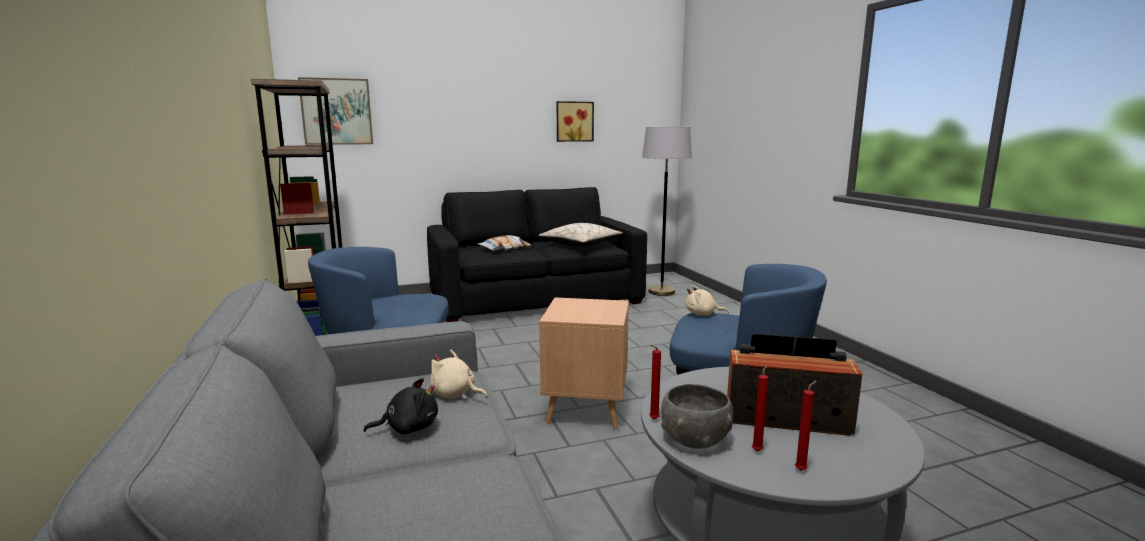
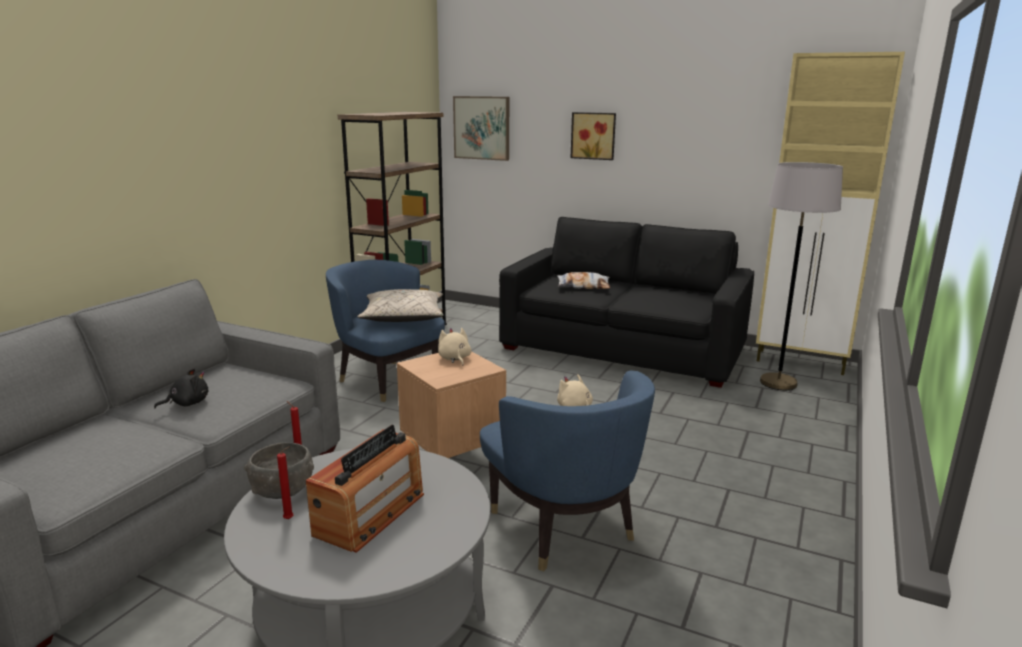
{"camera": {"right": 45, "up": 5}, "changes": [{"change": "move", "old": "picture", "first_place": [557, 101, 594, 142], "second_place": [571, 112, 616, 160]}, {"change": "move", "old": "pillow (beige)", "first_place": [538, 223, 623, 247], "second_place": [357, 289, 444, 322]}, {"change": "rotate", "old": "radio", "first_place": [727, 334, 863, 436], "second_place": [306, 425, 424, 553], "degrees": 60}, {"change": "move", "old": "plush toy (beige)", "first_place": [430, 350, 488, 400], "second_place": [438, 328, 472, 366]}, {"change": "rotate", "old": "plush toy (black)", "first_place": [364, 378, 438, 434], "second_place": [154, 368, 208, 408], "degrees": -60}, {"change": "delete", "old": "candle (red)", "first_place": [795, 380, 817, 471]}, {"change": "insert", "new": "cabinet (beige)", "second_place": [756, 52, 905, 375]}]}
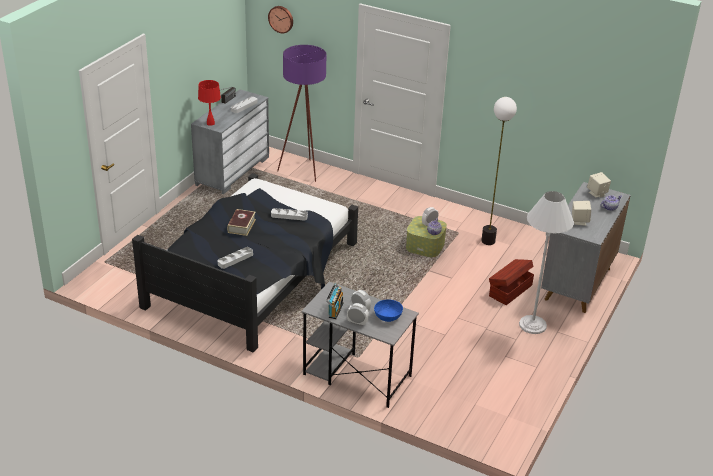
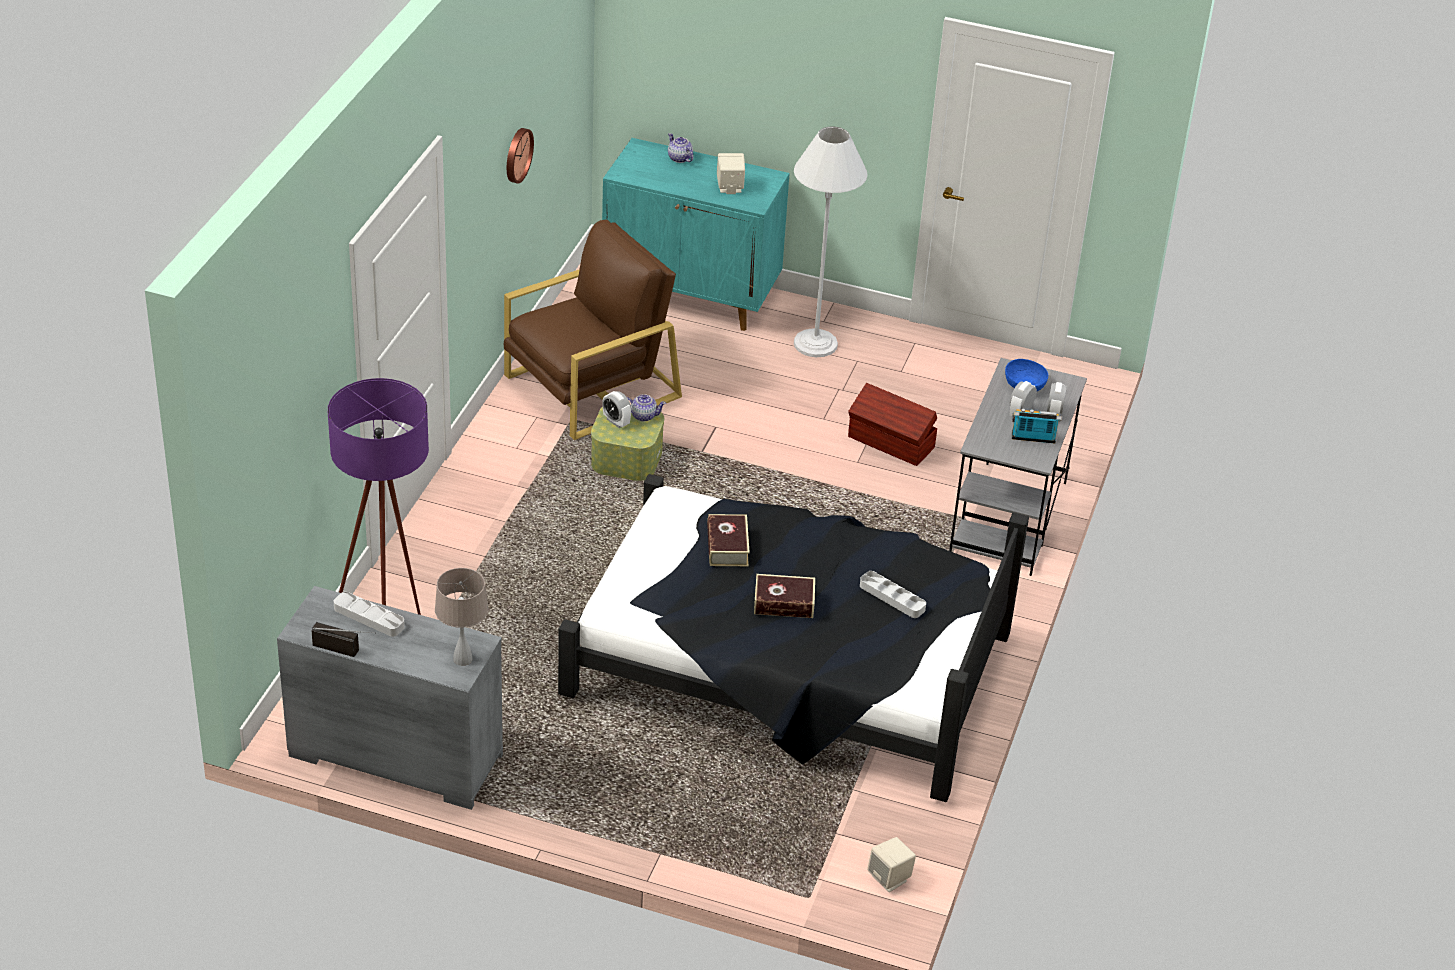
{"camera": {"right": -100, "up": 5}, "changes": [{"change": "move", "old": "wall clock", "first_place": [268, 6, 293, 33], "second_place": [507, 128, 534, 184]}, {"change": "recolor", "old": "table lamp (red)", "new": "table lamp (beige)", "first_place": [198, 80, 221, 126], "second_place": [435, 568, 488, 666]}, {"change": "replace", "old": "floor lamp", "new": "armchair (brown)", "first_place": [481, 97, 517, 245], "second_place": [504, 220, 682, 440]}, {"change": "move", "old": "speaker (beige)", "first_place": [587, 172, 611, 198], "second_place": [867, 837, 916, 892]}, {"change": "recolor", "old": "cabinet (grey)", "new": "cabinet (turquoise)", "first_place": [541, 182, 631, 313], "second_place": [602, 138, 790, 331]}, {"change": "replace", "old": "tray (grey)", "new": "book", "first_place": [271, 208, 308, 221], "second_place": [707, 514, 750, 566]}, {"change": "move", "old": "storage box (brown)", "first_place": [489, 259, 534, 305], "second_place": [848, 383, 937, 466]}]}
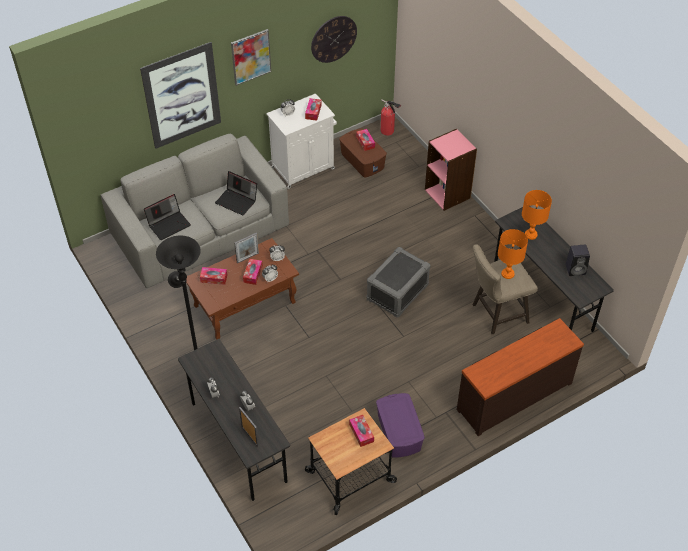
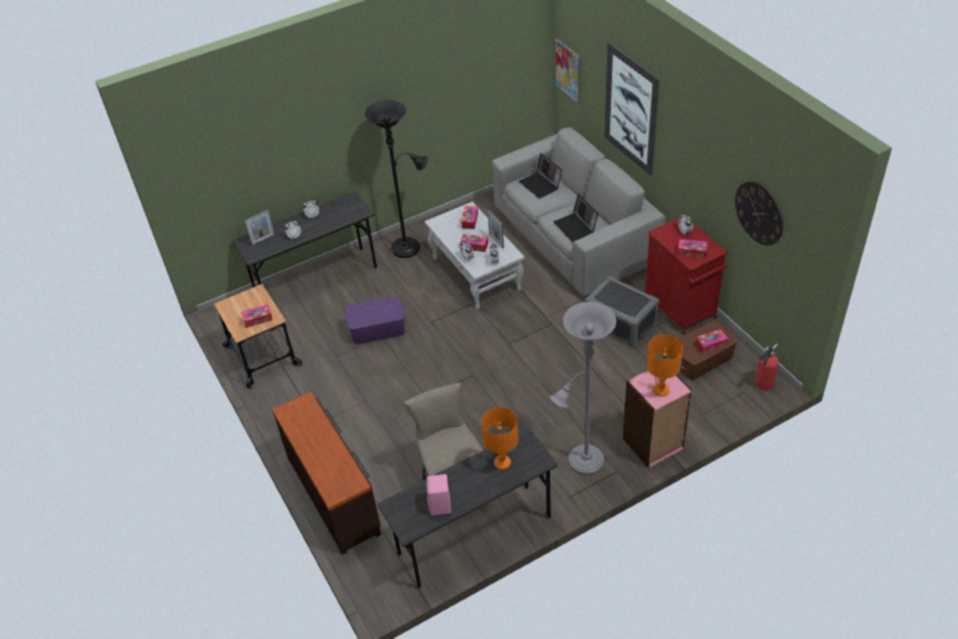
{"camera": {"right": 95, "up": -5}, "changes": [{"change": "move", "old": "picture", "first_place": [231, 29, 271, 86], "second_place": [555, 38, 581, 104]}, {"change": "recolor", "old": "cabinet (white)", "new": "cabinet (red)", "first_place": [266, 93, 337, 189], "second_place": [645, 217, 728, 334]}, {"change": "rotate", "old": "laptop", "first_place": [215, 171, 257, 215], "second_place": [553, 194, 598, 242], "degrees": -60}, {"change": "move", "old": "table lamp (orange)", "first_place": [498, 229, 528, 279], "second_place": [647, 334, 683, 397]}, {"change": "recolor", "old": "coffee table (brown)", "new": "coffee table (white)", "first_place": [186, 238, 299, 339], "second_place": [425, 202, 525, 310]}, {"change": "recolor", "old": "speaker (black)", "new": "speaker (pink)", "first_place": [565, 245, 590, 276], "second_place": [427, 474, 451, 516]}, {"change": "move", "old": "storage box (grey)", "first_place": [367, 247, 431, 317], "second_place": [585, 276, 659, 348]}, {"change": "move", "old": "storage box (purple)", "first_place": [376, 393, 425, 458], "second_place": [345, 296, 405, 345]}, {"change": "insert", "new": "floor lamp (grey)", "second_place": [550, 302, 616, 475]}]}
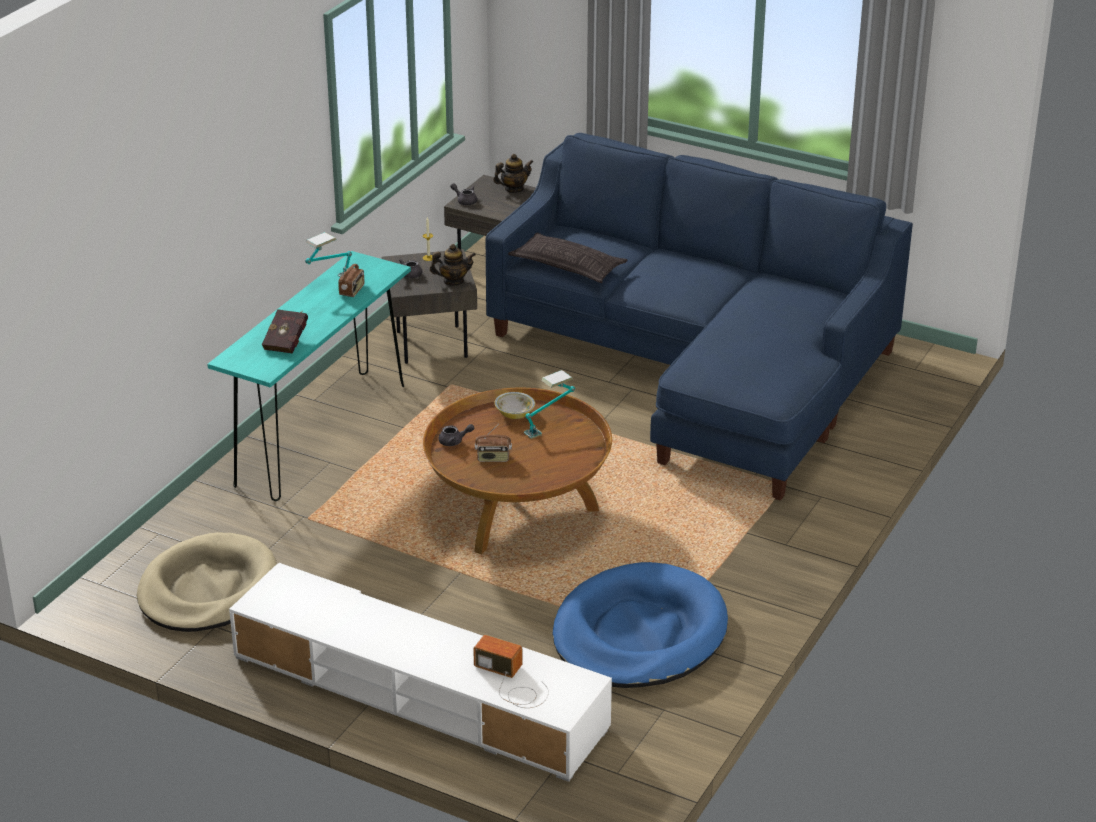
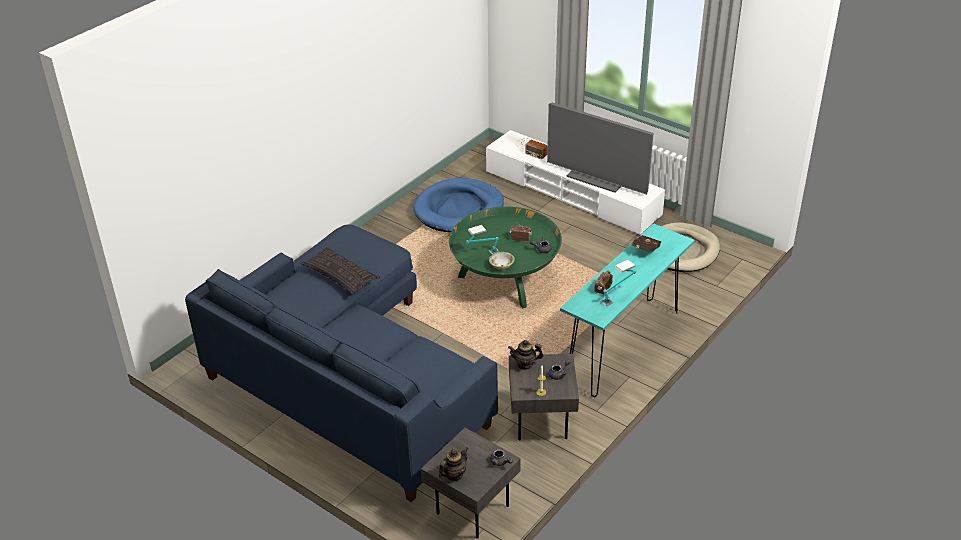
{"camera": {"right": -170, "up": 5}, "changes": [{"change": "rotate", "old": "teapot", "first_place": [493, 154, 533, 193], "second_place": [439, 447, 469, 481], "degrees": 150}, {"change": "move", "old": "pillow", "first_place": [508, 232, 627, 283], "second_place": [301, 246, 380, 295]}, {"change": "recolor", "old": "coffee table (brown)", "new": "coffee table (green)", "first_place": [422, 388, 612, 554], "second_place": [449, 207, 562, 309]}, {"change": "insert", "new": "television", "second_place": [547, 103, 653, 195]}]}
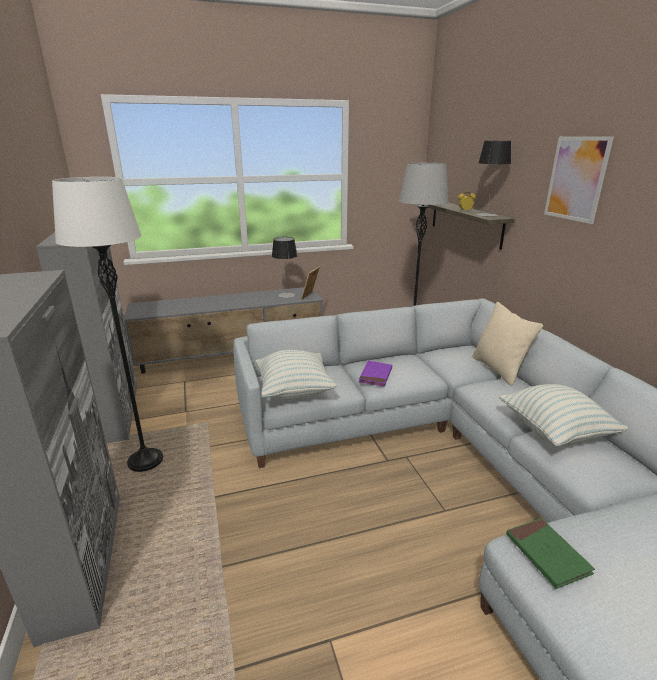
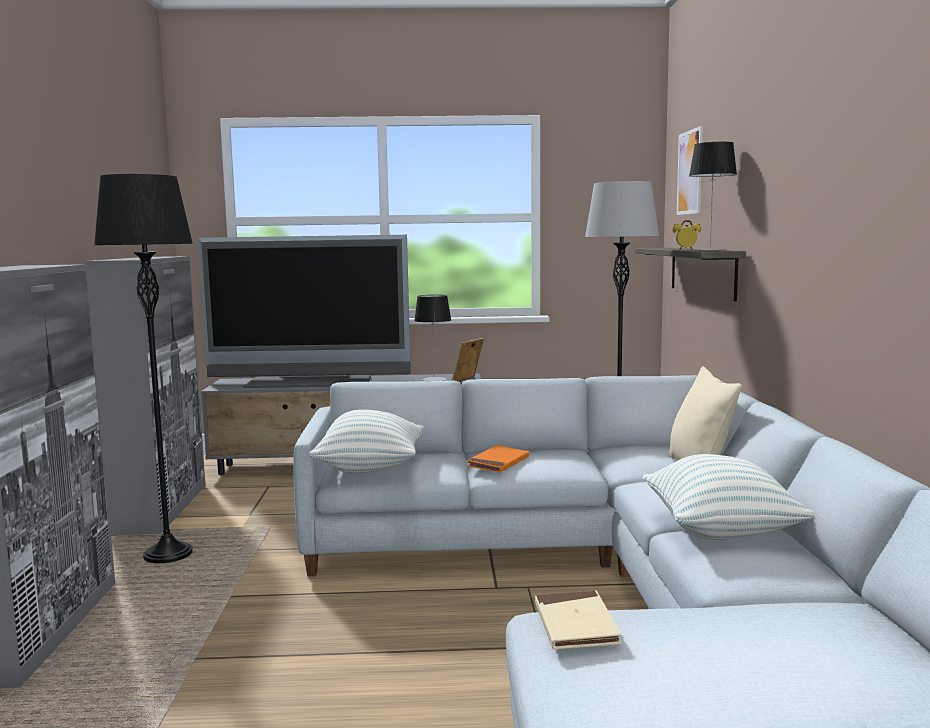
{"camera": {"right": 15, "up": -15}, "changes": [{"change": "move", "old": "picture", "first_place": [544, 136, 614, 224], "second_place": [677, 126, 703, 215]}, {"change": "recolor", "old": "floor lamp (white)", "new": "floor lamp (black)", "first_place": [52, 177, 163, 472], "second_place": [94, 174, 193, 563]}, {"change": "recolor", "old": "book (purple)", "new": "book (orange)", "first_place": [359, 361, 392, 387], "second_place": [467, 445, 530, 473]}, {"change": "recolor", "old": "book (green)", "new": "book (beige)", "first_place": [506, 518, 595, 589], "second_place": [535, 590, 622, 650]}, {"change": "insert", "new": "television", "second_place": [198, 235, 411, 388]}]}
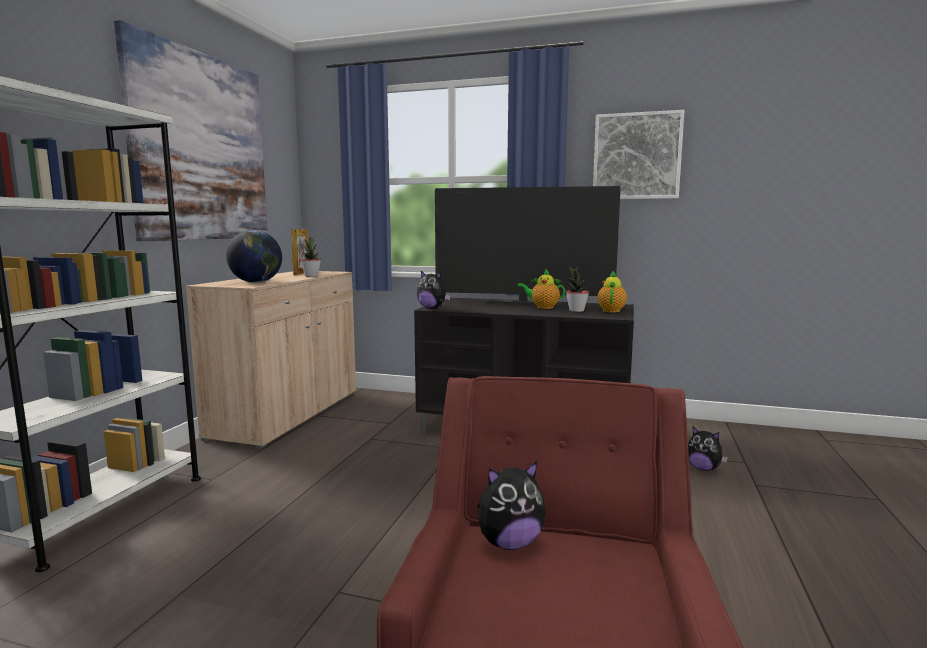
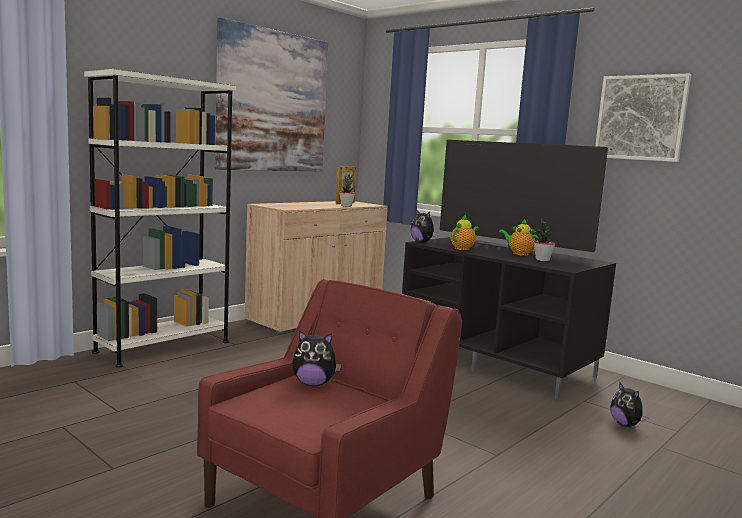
{"camera": {"right": 25, "up": 0}, "changes": [{"change": "delete", "old": "globe", "first_place": [226, 230, 282, 283]}, {"change": "move", "old": "teapot", "first_place": [597, 270, 627, 312], "second_place": [451, 214, 479, 250]}]}
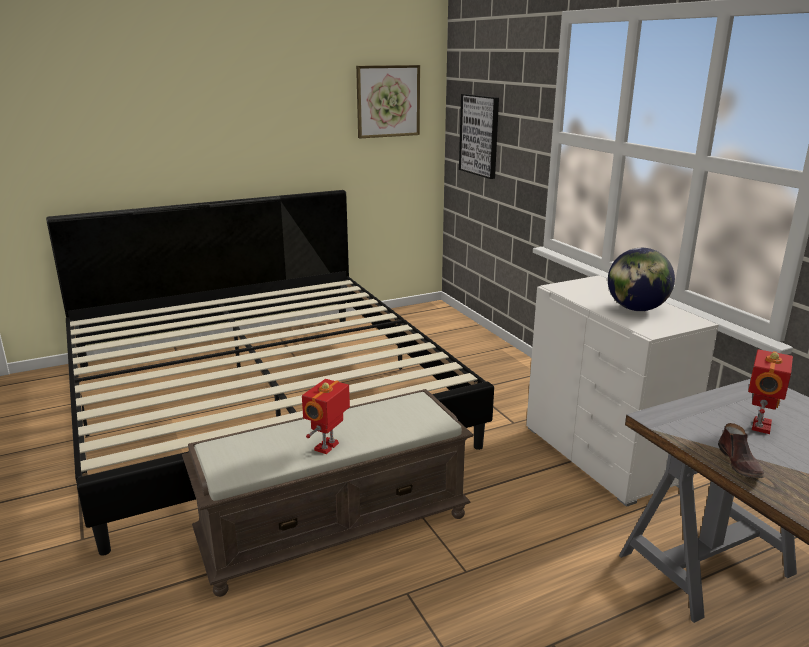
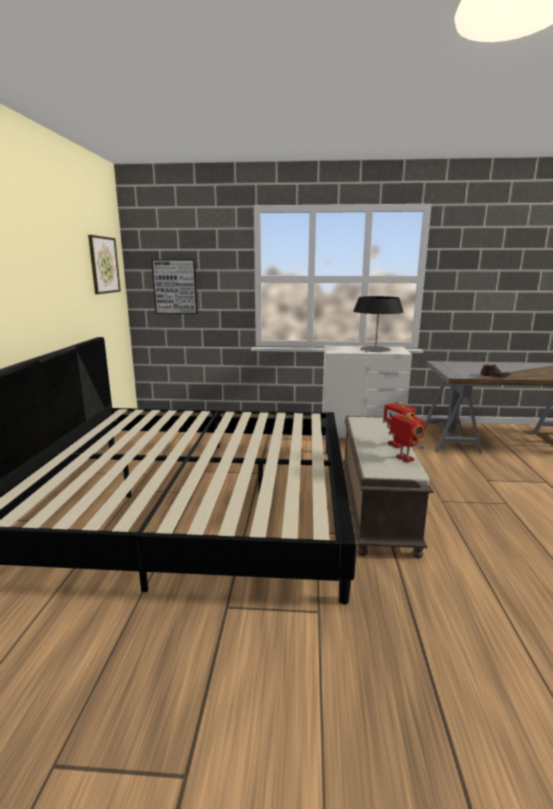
{"camera": {"right": -60, "up": -5}, "changes": [{"change": "replace", "old": "globe", "new": "table lamp", "first_place": [608, 248, 675, 311], "second_place": [353, 296, 403, 352]}, {"change": "move", "old": "toy robot", "first_place": [748, 349, 793, 434], "second_place": [389, 413, 425, 463]}]}
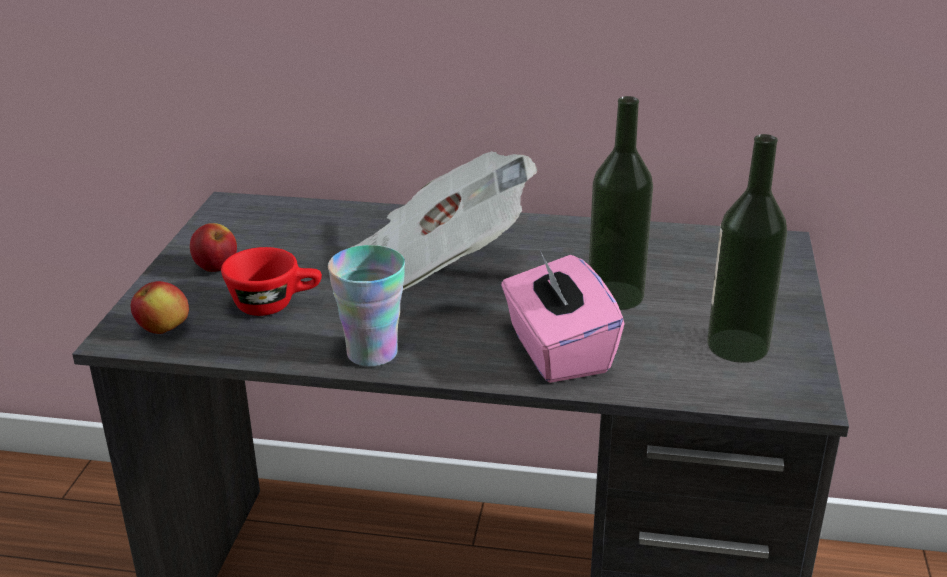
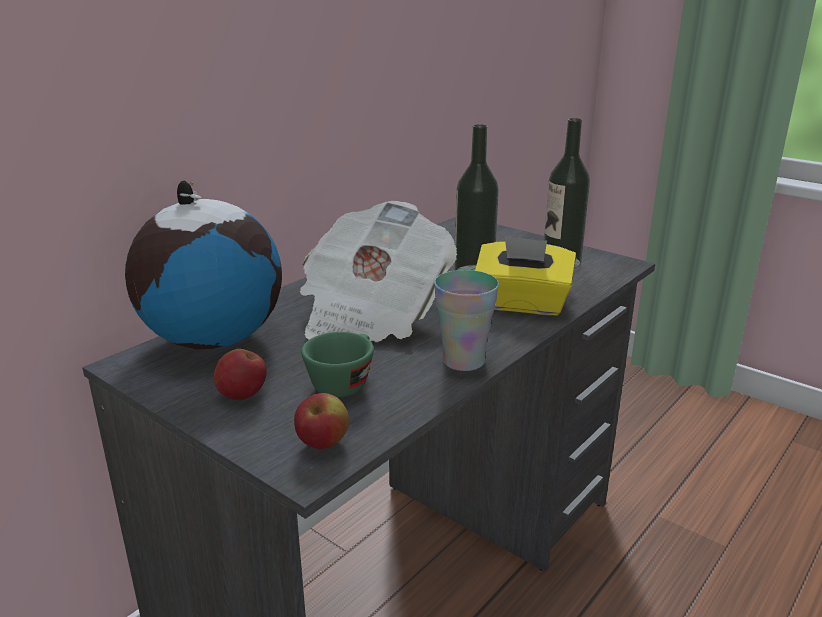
{"camera": {"right": -60, "up": -5}, "changes": [{"change": "recolor", "old": "cup (red)", "new": "cup (green)", "first_place": [221, 247, 322, 316], "second_place": [301, 332, 374, 397]}, {"change": "recolor", "old": "tissue box (pink)", "new": "tissue box (yellow)", "first_place": [501, 251, 624, 383], "second_place": [475, 236, 576, 315]}, {"change": "insert", "new": "globe", "second_place": [125, 181, 282, 350]}]}
